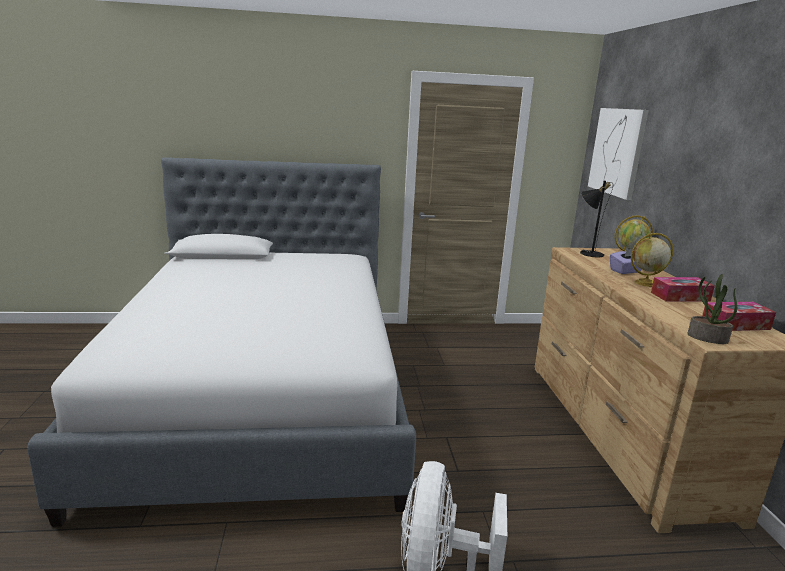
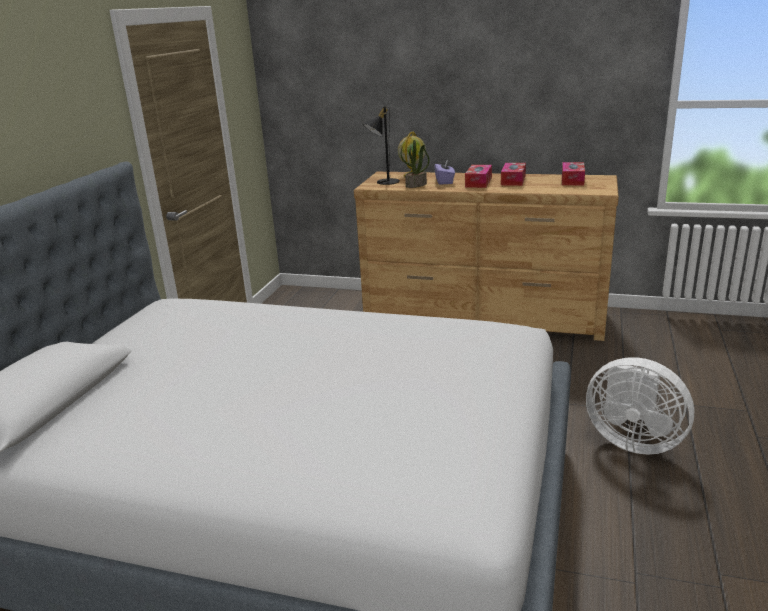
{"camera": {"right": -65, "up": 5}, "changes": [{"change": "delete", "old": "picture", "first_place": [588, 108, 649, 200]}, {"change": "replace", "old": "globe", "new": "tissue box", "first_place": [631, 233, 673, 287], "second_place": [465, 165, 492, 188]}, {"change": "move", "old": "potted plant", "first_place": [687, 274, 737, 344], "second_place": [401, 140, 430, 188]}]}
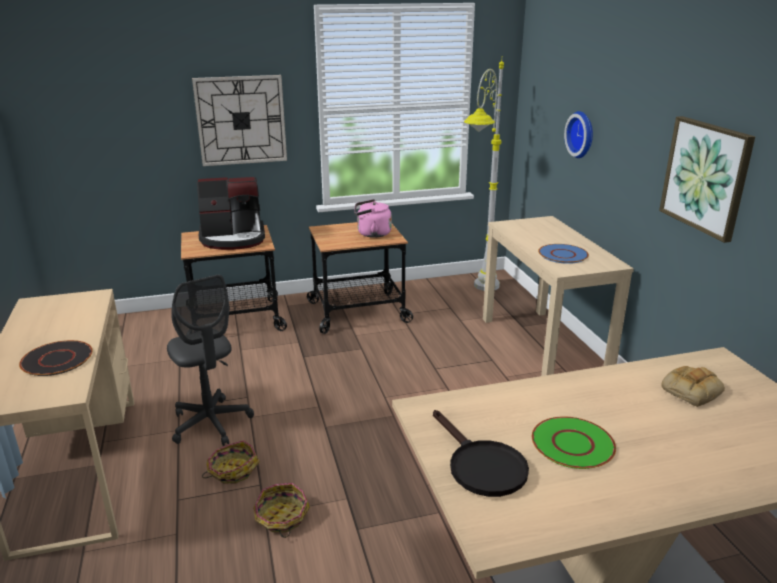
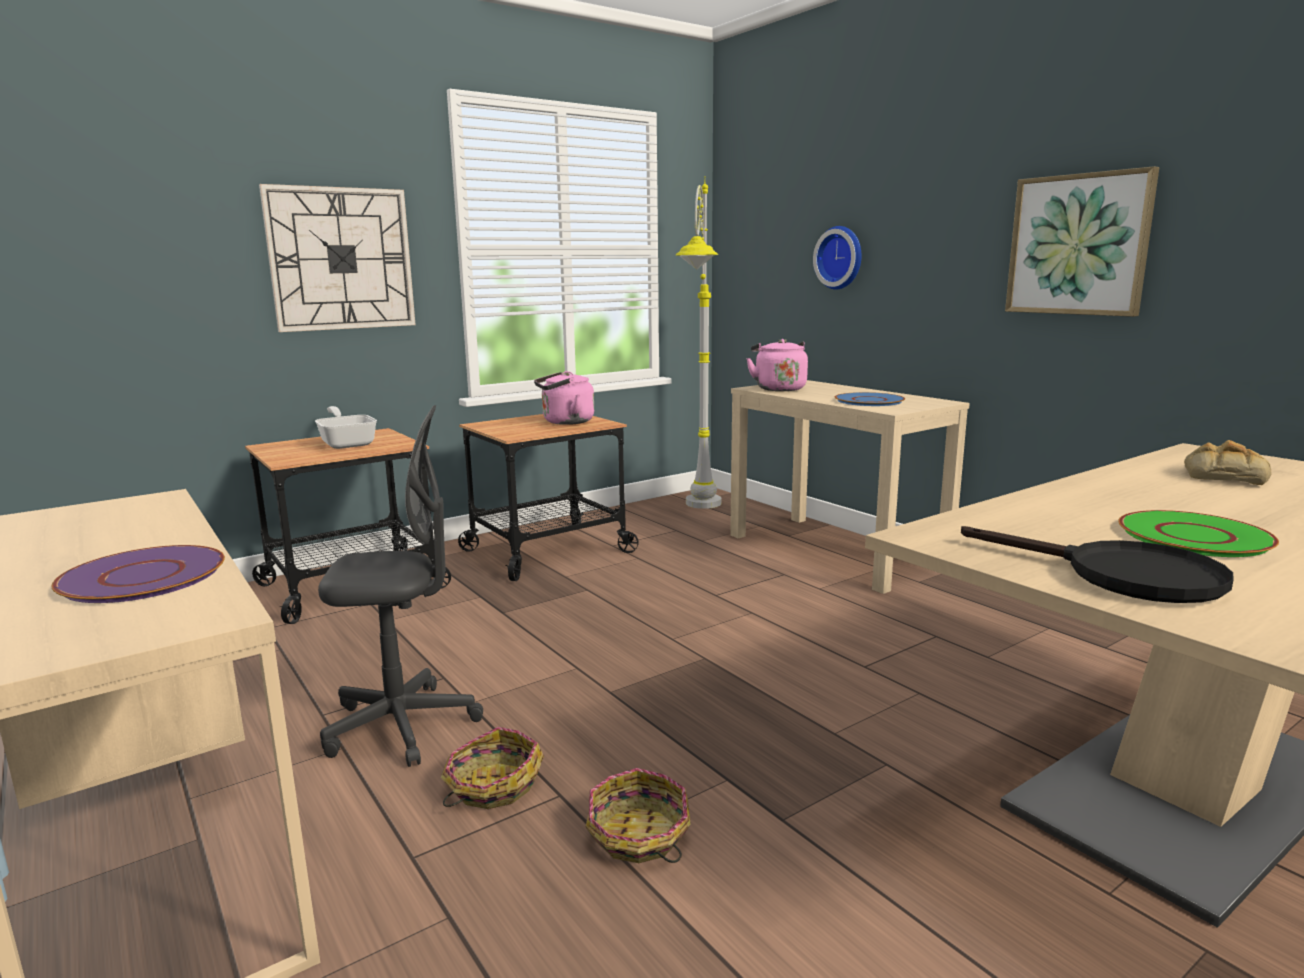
{"camera": {"right": -20, "up": -10}, "changes": [{"change": "replace", "old": "coffee machine", "new": "frying pan", "first_place": [197, 177, 265, 250], "second_place": [315, 406, 377, 449]}, {"change": "rotate", "old": "office chair (grey)", "first_place": [167, 275, 254, 446], "second_place": [318, 405, 483, 767], "degrees": -45}, {"change": "recolor", "old": "plate (black)", "new": "plate (purple)", "first_place": [19, 340, 93, 376], "second_place": [51, 545, 225, 603]}, {"change": "insert", "new": "kettle (pink)", "second_place": [746, 339, 808, 391]}]}
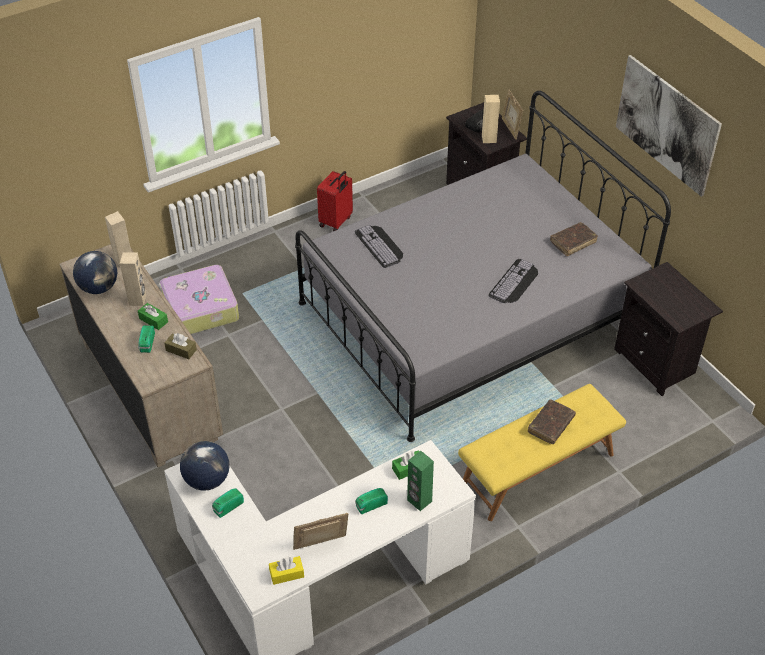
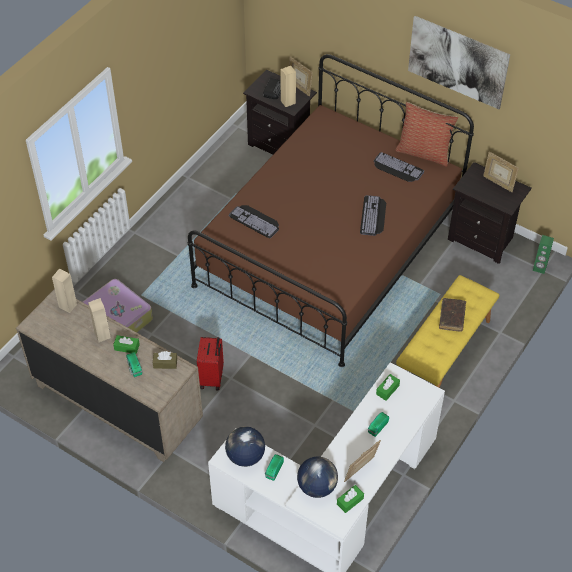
{"camera": {"right": -25, "up": 5}, "changes": [{"change": "recolor", "old": "bed (grey)", "new": "bed (brown)", "first_place": [295, 91, 671, 442], "second_place": [188, 54, 474, 367]}, {"change": "move", "old": "suitcase (red)", "first_place": [317, 171, 353, 231], "second_place": [197, 337, 224, 391]}, {"change": "replace", "old": "book (brown)", "new": "keyboard", "first_place": [550, 222, 598, 256], "second_place": [374, 152, 424, 182]}, {"change": "move", "old": "globe", "first_place": [73, 251, 117, 294], "second_place": [297, 456, 338, 498]}, {"change": "move", "old": "speaker (green)", "first_place": [407, 451, 434, 511], "second_place": [533, 235, 554, 274]}, {"change": "recolor", "old": "tissue box (yellow)", "new": "tissue box (green)", "first_place": [269, 556, 304, 585], "second_place": [337, 485, 364, 513]}, {"change": "insert", "new": "pillow", "second_place": [395, 102, 458, 167]}, {"change": "insert", "new": "picture frame", "second_place": [483, 152, 519, 192]}]}
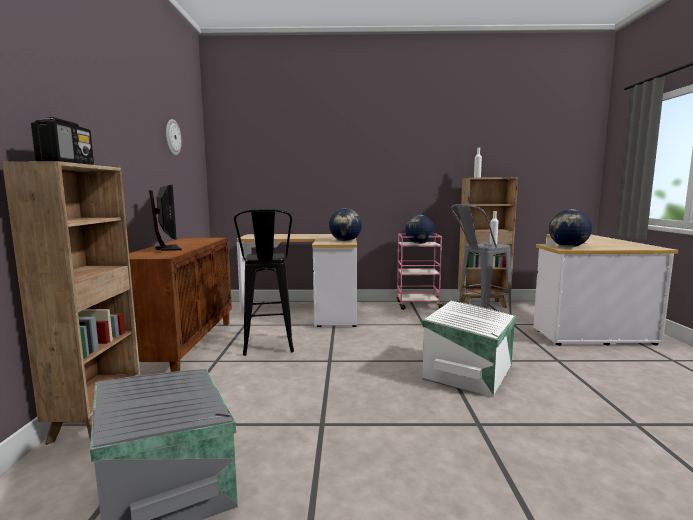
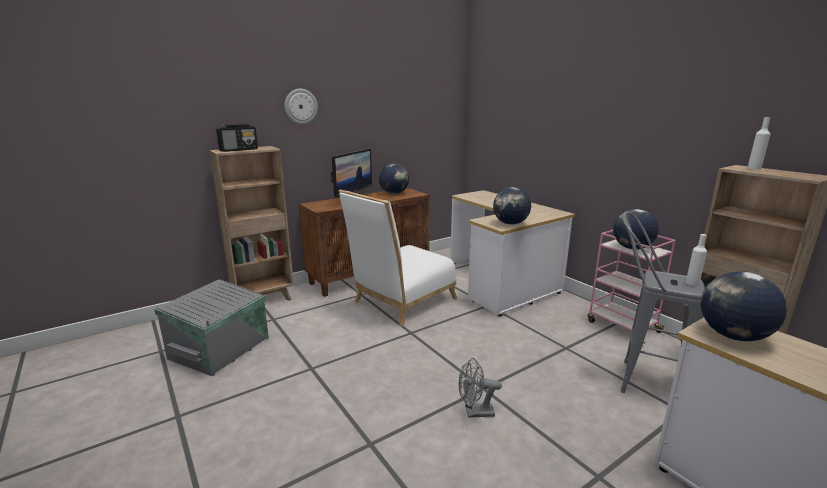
{"camera": {"right": 55, "up": 10}, "changes": [{"change": "move", "old": "wall clock", "first_place": [166, 119, 182, 156], "second_place": [285, 89, 318, 125]}, {"change": "replace", "old": "stool (black)", "new": "chair (white)", "first_place": [234, 209, 294, 356], "second_place": [338, 189, 457, 326]}, {"change": "replace", "old": "storage box (white)", "new": "fan (grey)", "first_place": [422, 301, 516, 398], "second_place": [458, 358, 502, 418]}, {"change": "insert", "new": "globe", "second_place": [379, 164, 409, 194]}]}
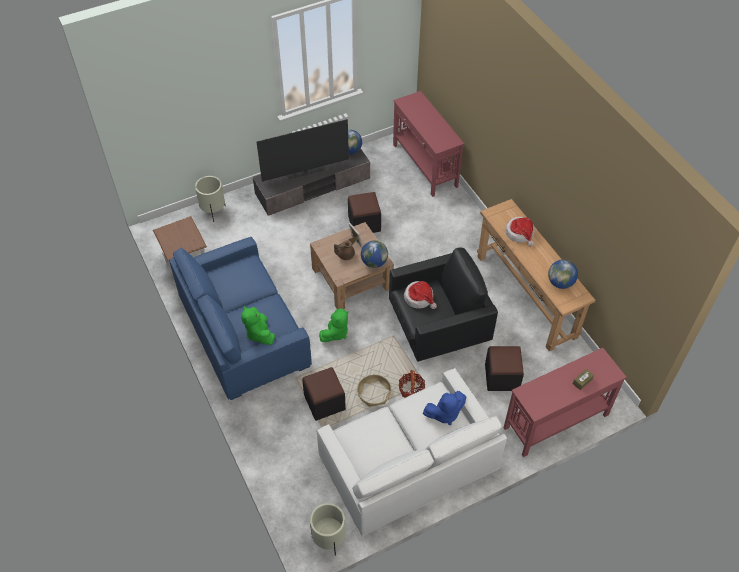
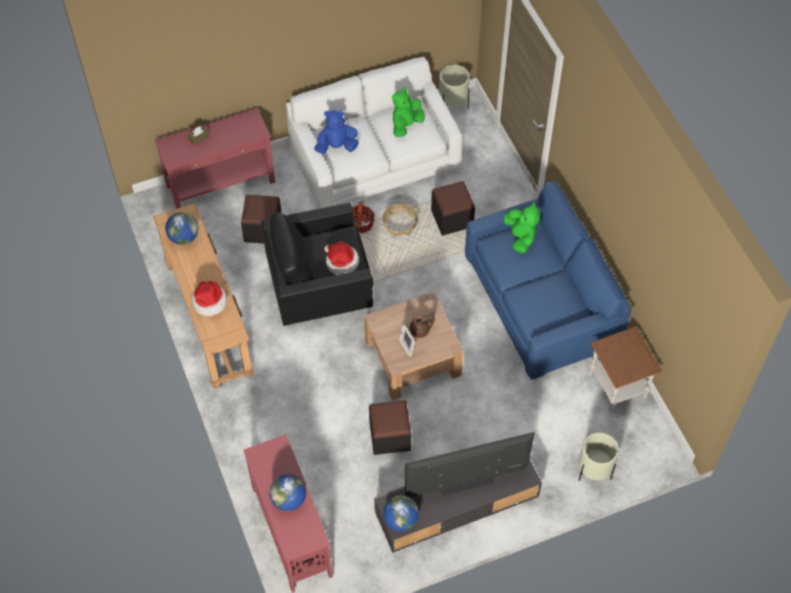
{"camera": {"right": -175, "up": 5}, "changes": [{"change": "move", "old": "globe", "first_place": [361, 240, 388, 268], "second_place": [269, 474, 306, 511]}, {"change": "move", "old": "plush toy (green)", "first_place": [319, 308, 348, 342], "second_place": [392, 88, 425, 137]}]}
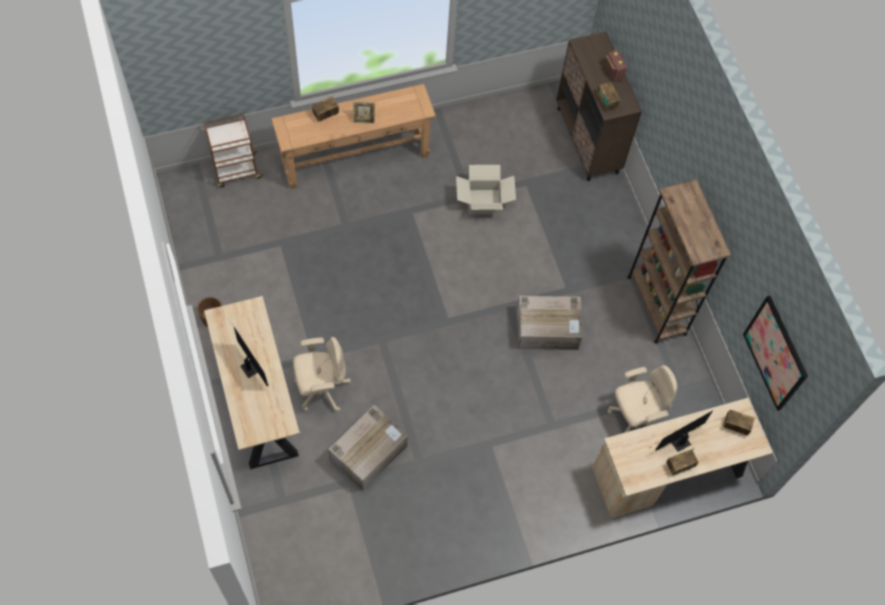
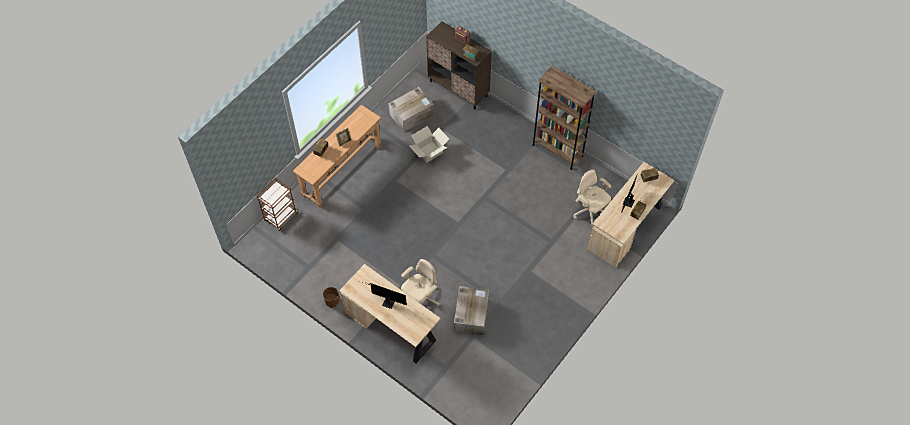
{"camera": {"right": -30, "up": -5}, "changes": [{"change": "move", "old": "cardboard box", "first_place": [517, 296, 583, 350], "second_place": [388, 87, 434, 132]}, {"change": "delete", "old": "picture", "first_place": [743, 296, 808, 411]}, {"change": "rotate", "old": "office chair (beige)", "first_place": [607, 365, 677, 433], "second_place": [574, 170, 611, 227], "degrees": -75}]}
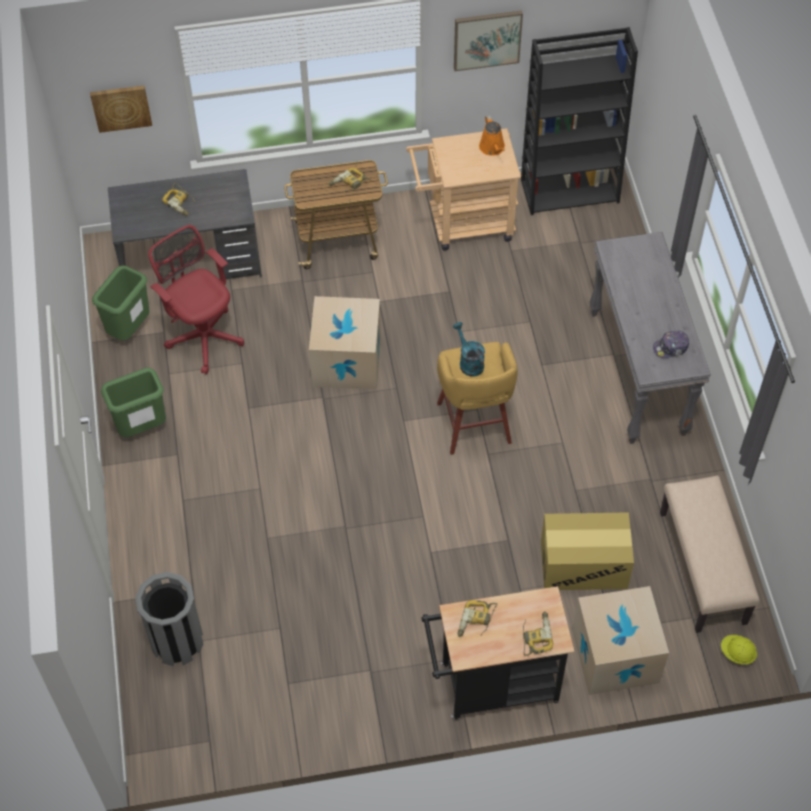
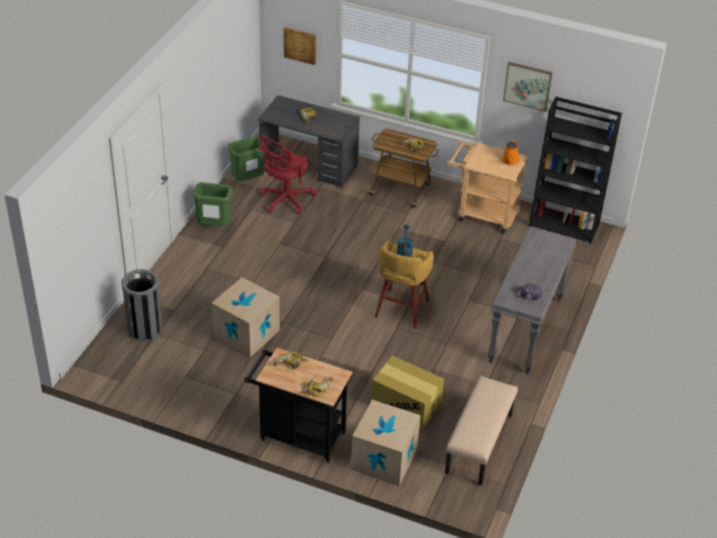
{"camera": {"right": 30, "up": -15}, "changes": [{"change": "rotate", "old": "office chair (red)", "first_place": [148, 225, 244, 374], "second_place": [258, 135, 317, 214], "degrees": -135}, {"change": "move", "old": "cardboard box", "first_place": [309, 296, 381, 390], "second_place": [212, 277, 280, 357]}, {"change": "delete", "old": "hard hat (yellow)", "first_place": [721, 635, 757, 665]}]}
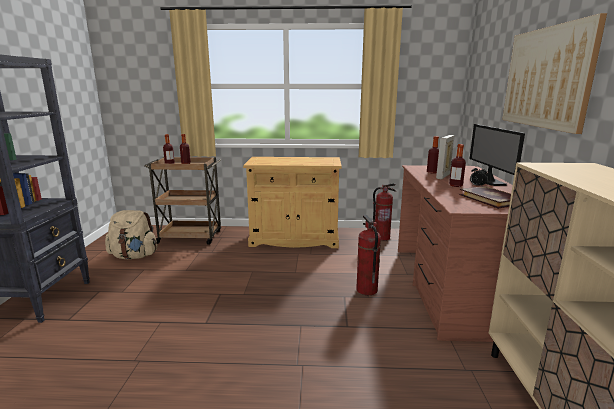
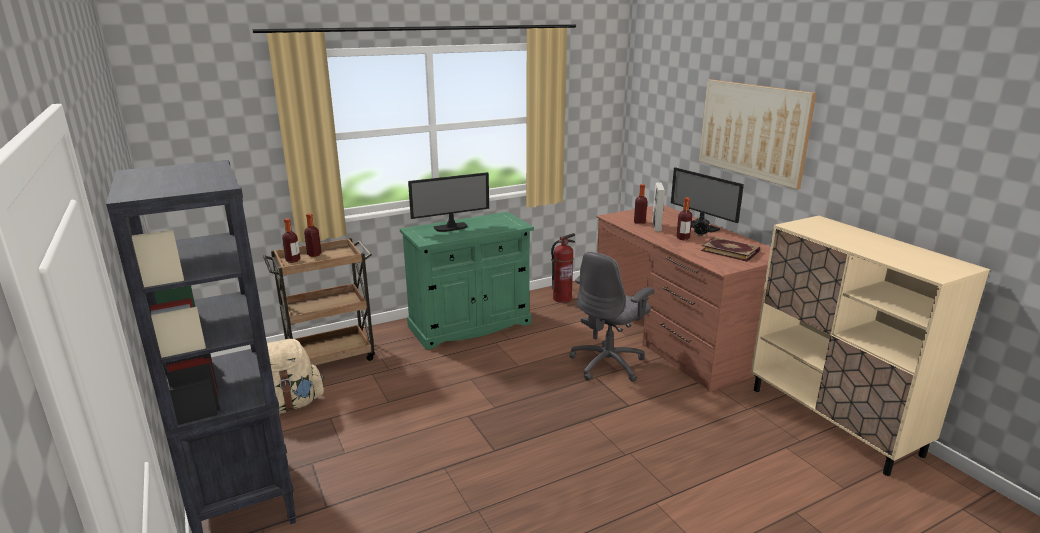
{"camera": {"right": -30, "up": 5}, "changes": [{"change": "recolor", "old": "cabinet (beige)", "new": "cabinet (green)", "first_place": [243, 157, 342, 248], "second_place": [400, 212, 534, 350]}, {"change": "replace", "old": "fire extinguisher", "new": "office chair (grey)", "first_place": [356, 215, 381, 295], "second_place": [569, 252, 655, 382]}, {"change": "insert", "new": "monitor", "second_place": [408, 172, 489, 232]}]}
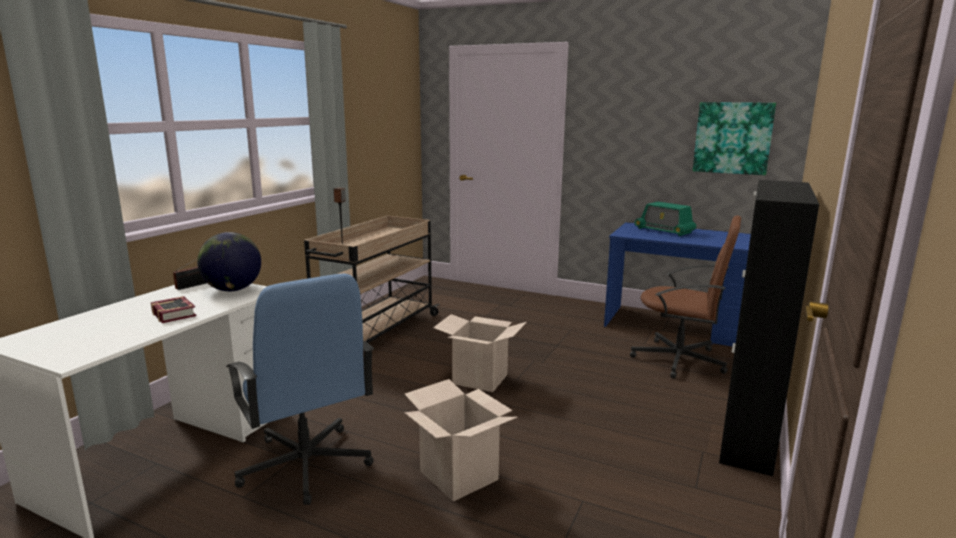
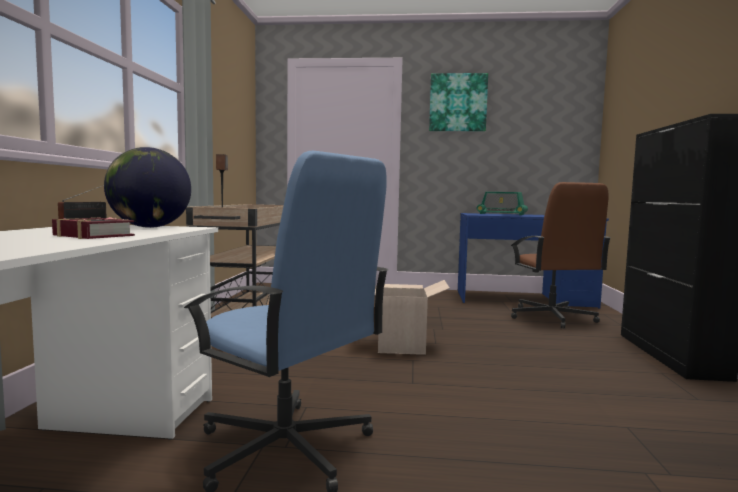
{"camera": {"right": -20, "up": -10}, "changes": [{"change": "move", "old": "picture", "first_place": [693, 102, 776, 175], "second_place": [429, 73, 488, 132]}, {"change": "rotate", "old": "office chair (brown)", "first_place": [630, 215, 741, 379], "second_place": [511, 182, 611, 329], "degrees": 75}, {"change": "delete", "old": "cardboard box", "first_place": [405, 379, 518, 502]}]}
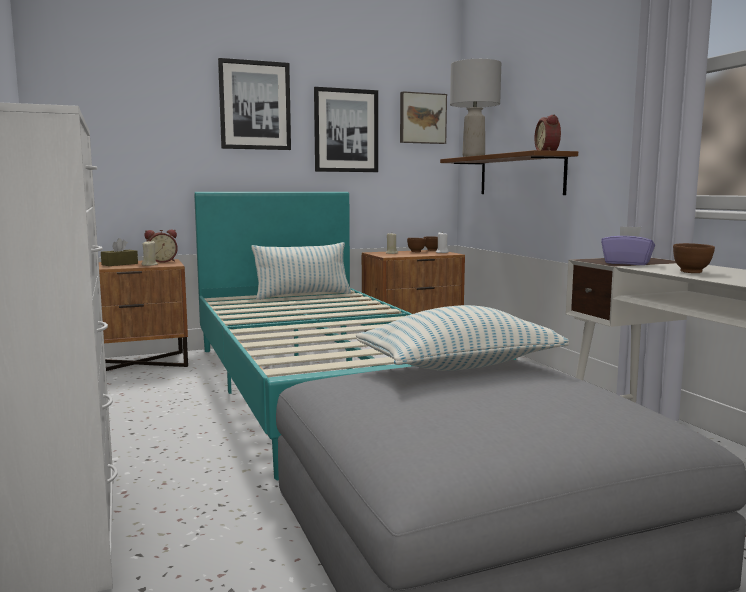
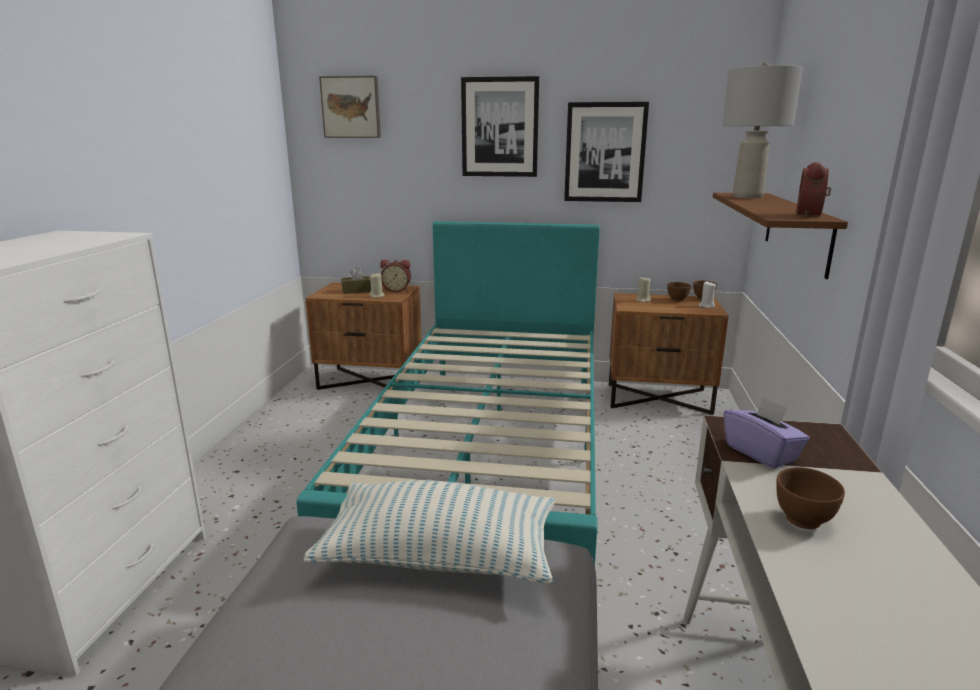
{"camera": {"right": 30, "up": 10}, "changes": [{"change": "move", "old": "picture", "first_place": [400, 91, 447, 144], "second_place": [319, 76, 381, 138]}, {"change": "delete", "old": "pillow", "first_place": [252, 242, 351, 300]}]}
